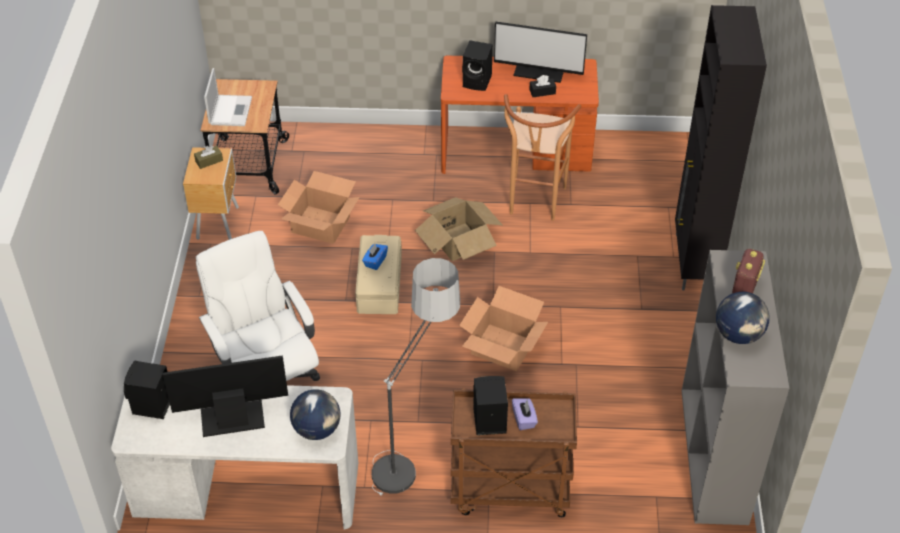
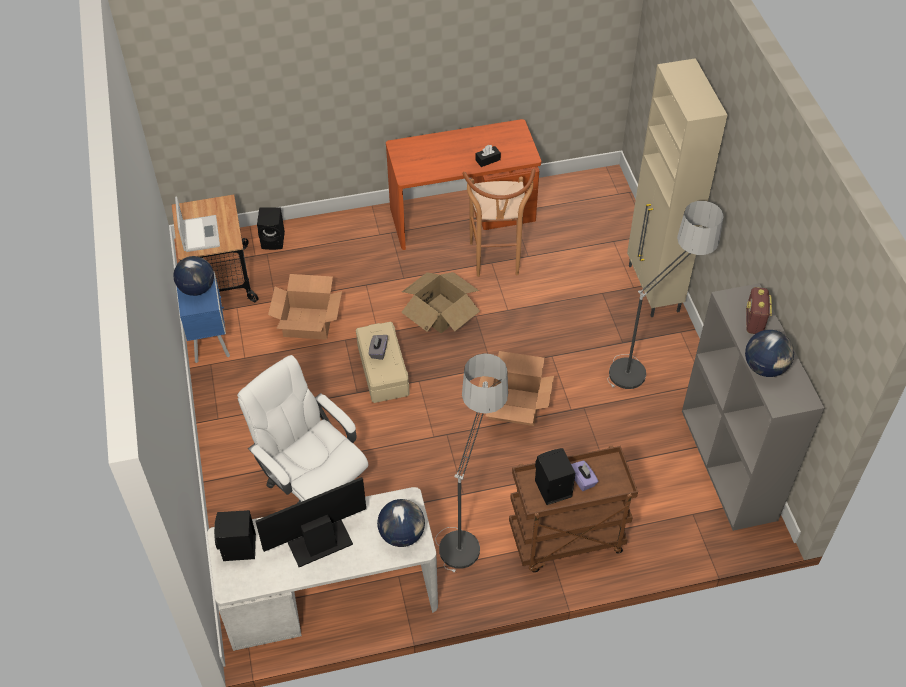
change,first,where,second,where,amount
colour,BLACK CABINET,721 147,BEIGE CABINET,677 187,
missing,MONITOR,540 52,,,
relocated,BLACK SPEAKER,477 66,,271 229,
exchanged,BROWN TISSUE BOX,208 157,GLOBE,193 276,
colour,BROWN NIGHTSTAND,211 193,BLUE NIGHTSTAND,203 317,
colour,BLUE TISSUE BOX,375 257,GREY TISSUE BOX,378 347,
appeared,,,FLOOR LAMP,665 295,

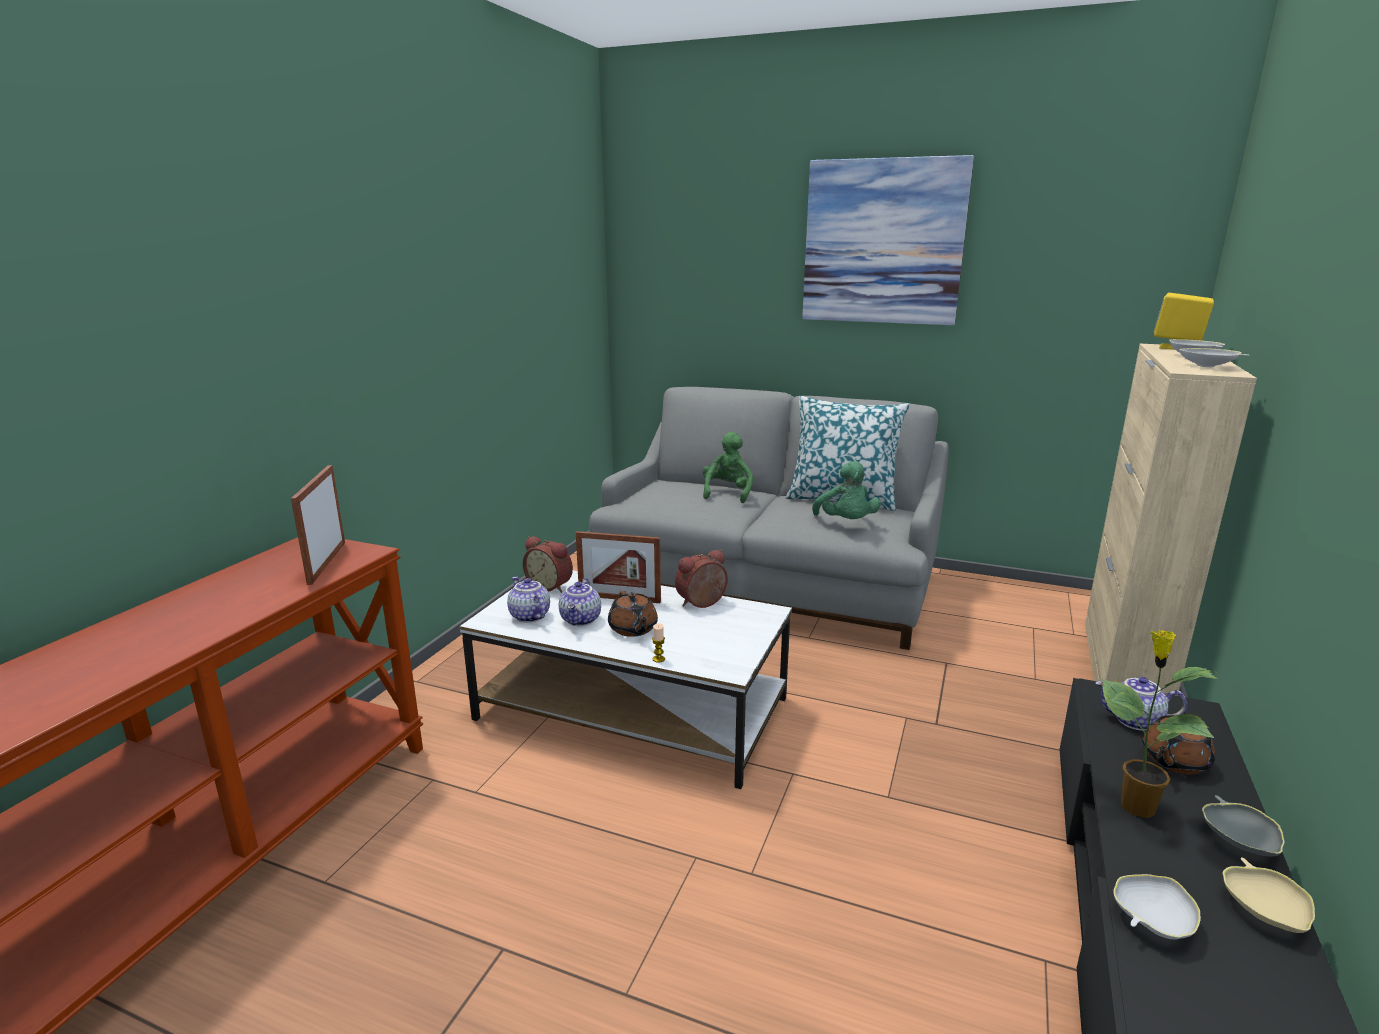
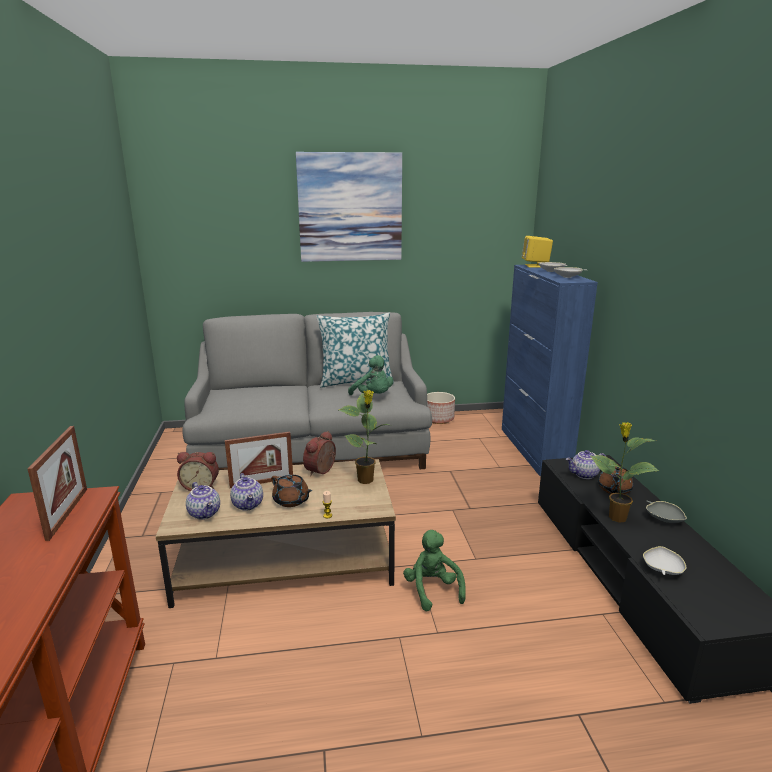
change,first,where,second,where,amount
colour,BEIGE CABINET,1171 520,BLUE CABINET,550 370,
relocated,GREEN PLUSH TOY,727 467,,434 571,
spun,PICTURE FRAME,318 525,,57 483,150 degrees counterclockwise
colour,WHITE COFFEE TABLE,626 679,BROWN COFFEE TABLE,276 533,
spun,TEAPOT,528 600,,203 500,150 degrees counterclockwise
missing,BEIGE BOWL,1269 895,,,
appeared,,,POTTED PLANT,364 437,
appeared,,,PLANTER,441 408,

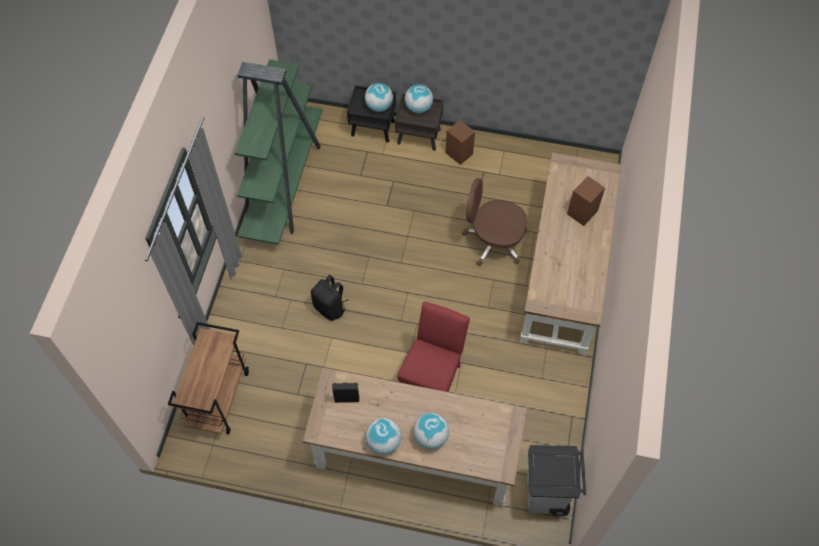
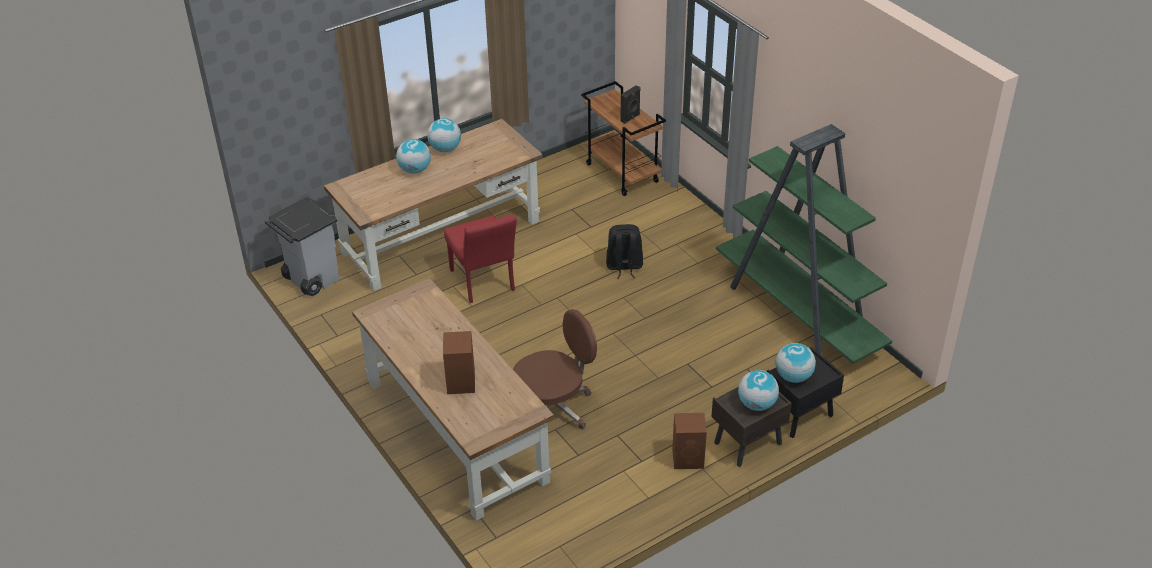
change,first,where,second,where,amount
relocated,BLACK SPEAKER,346 393,,630 104,

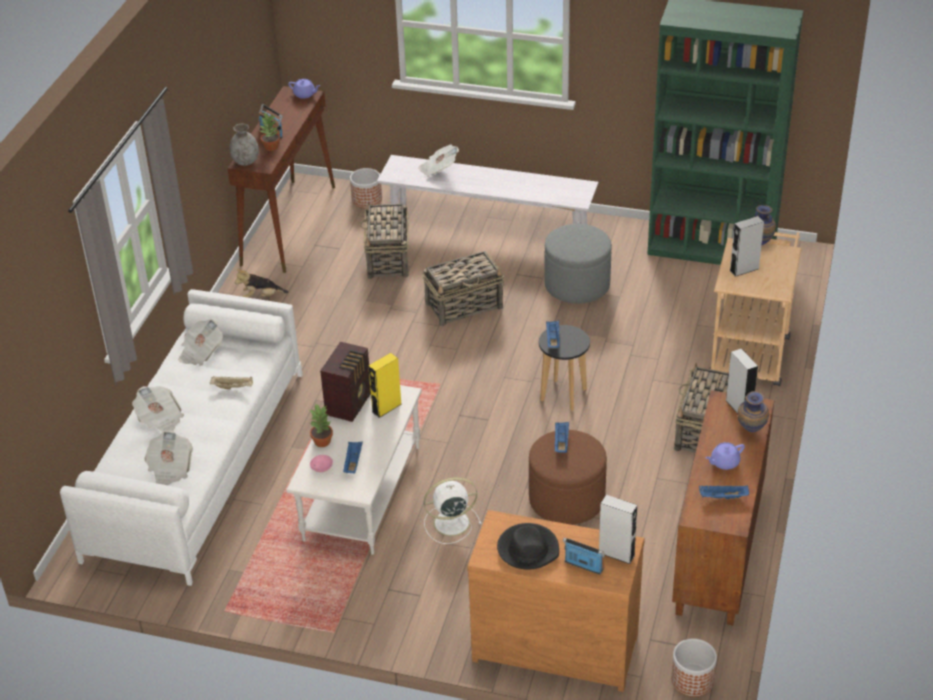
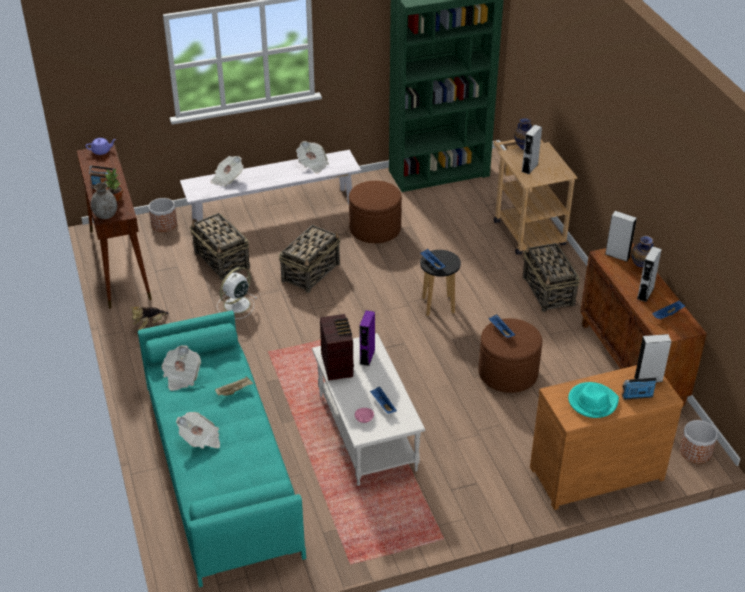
change,first,where,second,where,amount
colour,GREY OTTOMAN,578 264,BROWN OTTOMAN,375 212,
colour,WHITE SOFA,181 437,TURQUOISE SOFA,222 449,
colour,YELLOW SPEAKER,385 385,PURPLE SPEAKER,367 338,
missing,POTTED PLANT,321 425,,,
relocated,NEWSPAPER,168 457,,312 157,
exchanged,PURPLE TEAPOT,725 456,GREY SPEAKER,649 274,
relocated,WHITE FAN,453 510,,237 293,
colour,BLACK HAT,528 546,TURQUOISE HAT,593 400,

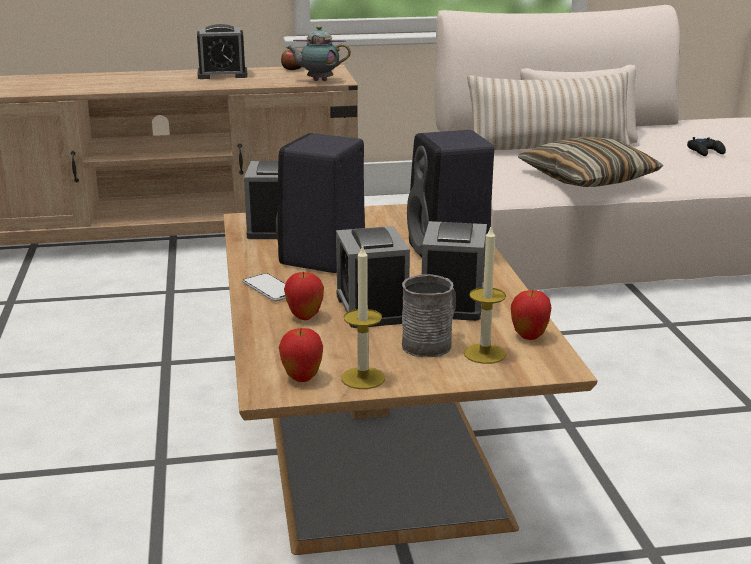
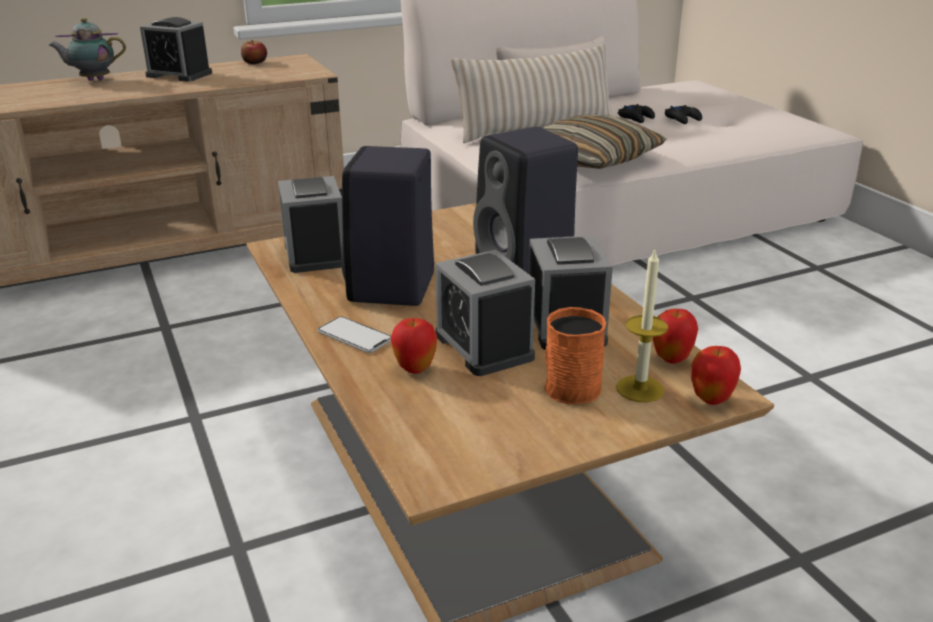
change,first,where,second,where,amount
spun,ALARM CLOCK,222 51,,176 49,45 degrees clockwise
relocated,TEAPOT,318 53,,87 49,
missing,CANDLE,363 316,,,
colour,GREY MUG,429 315,ORANGE MUG,575 355,
relocated,APPLE,301 355,,716 375,
appeared,,,BLACK GAME CONTROLLER,636 113,

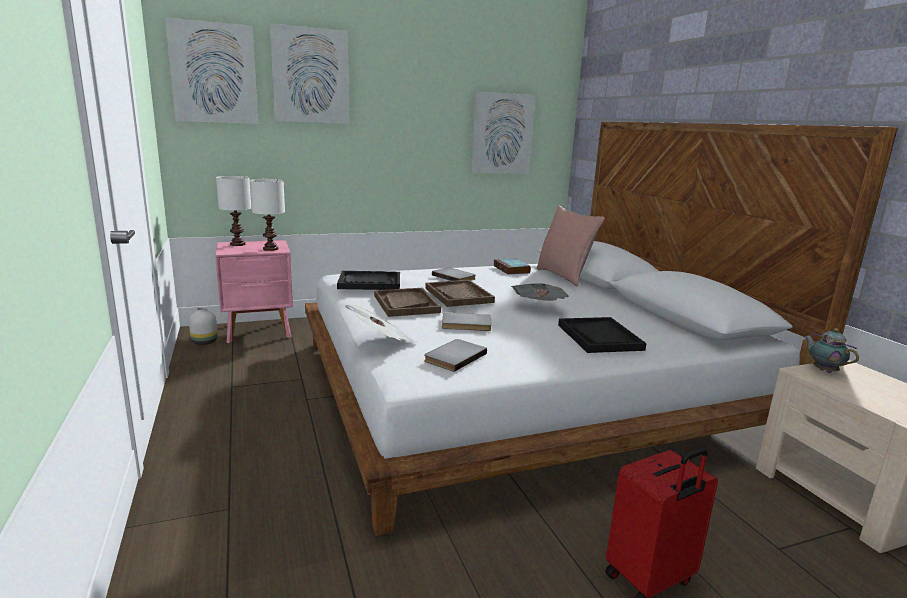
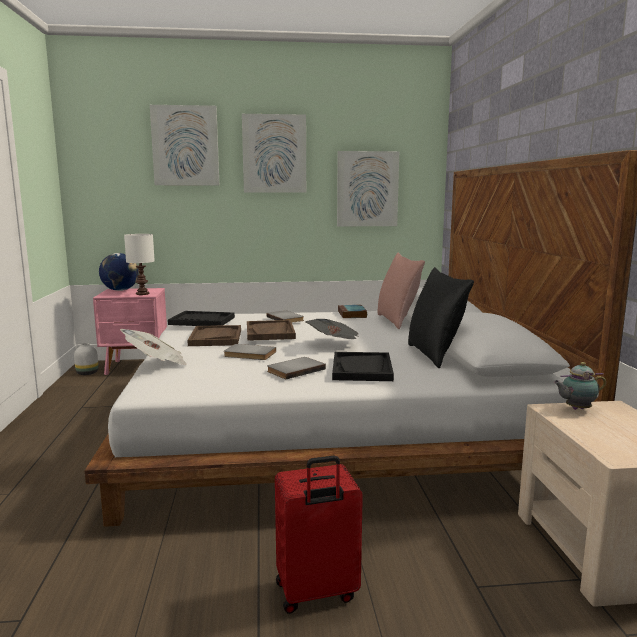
change,first,where,second,where,amount
relocated,PICTURE,212 71,,274 153,
exchanged,WHITE TABLE LAMP,233 211,GLOBE,119 272,
spun,TEAPOT,831 350,,579 386,90 degrees counterclockwise
relocated,GREY BOOK,455 355,,296 368,
appeared,,,BLACK PILLOW,441 317,

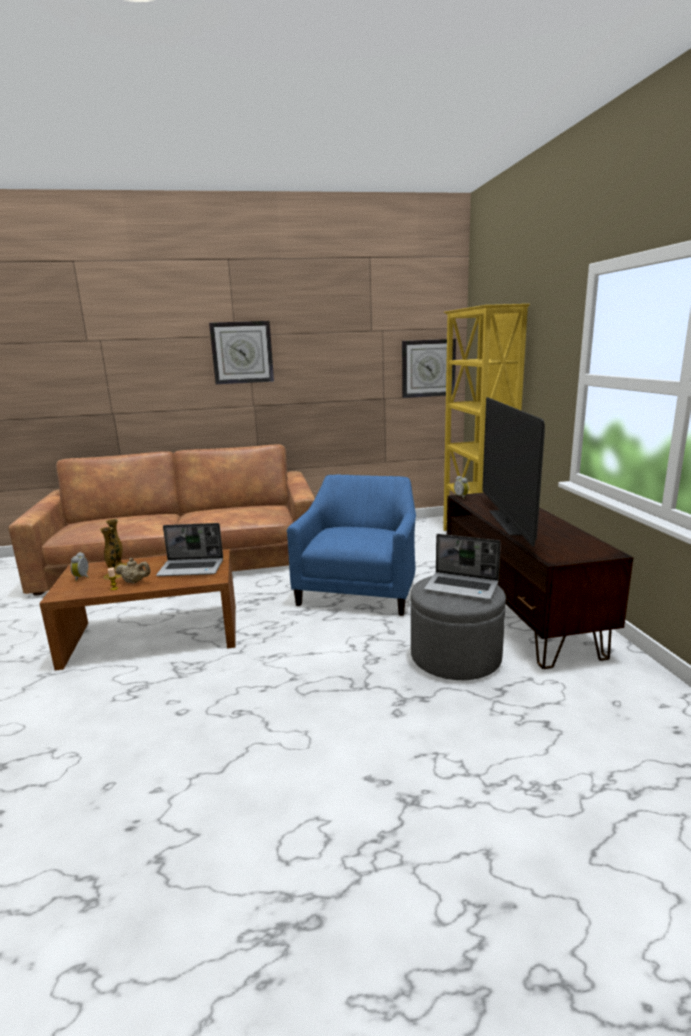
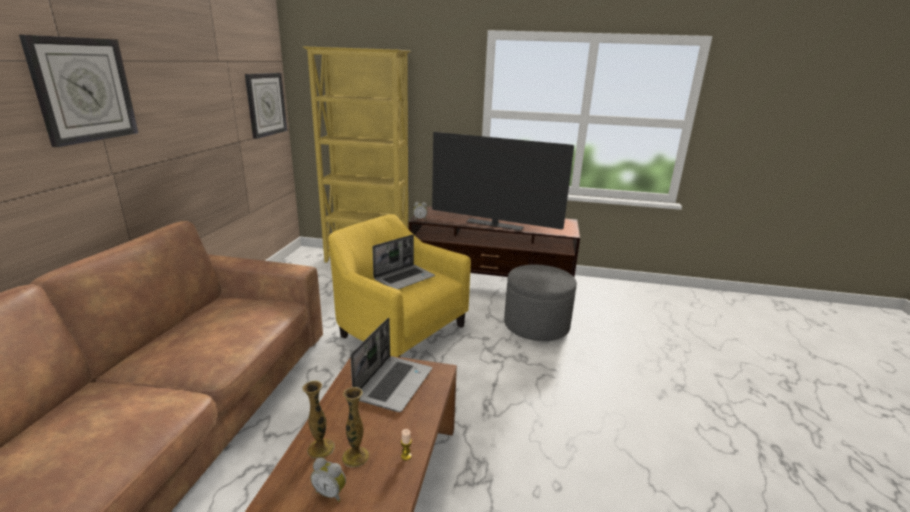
change,first,where,second,where,amount
colour,BLUE ARMCHAIR,351 545,YELLOW ARMCHAIR,399 285,
relocated,LAPTOP,462 567,,403 262,
missing,BEIGE TEAPOT,133 570,,,

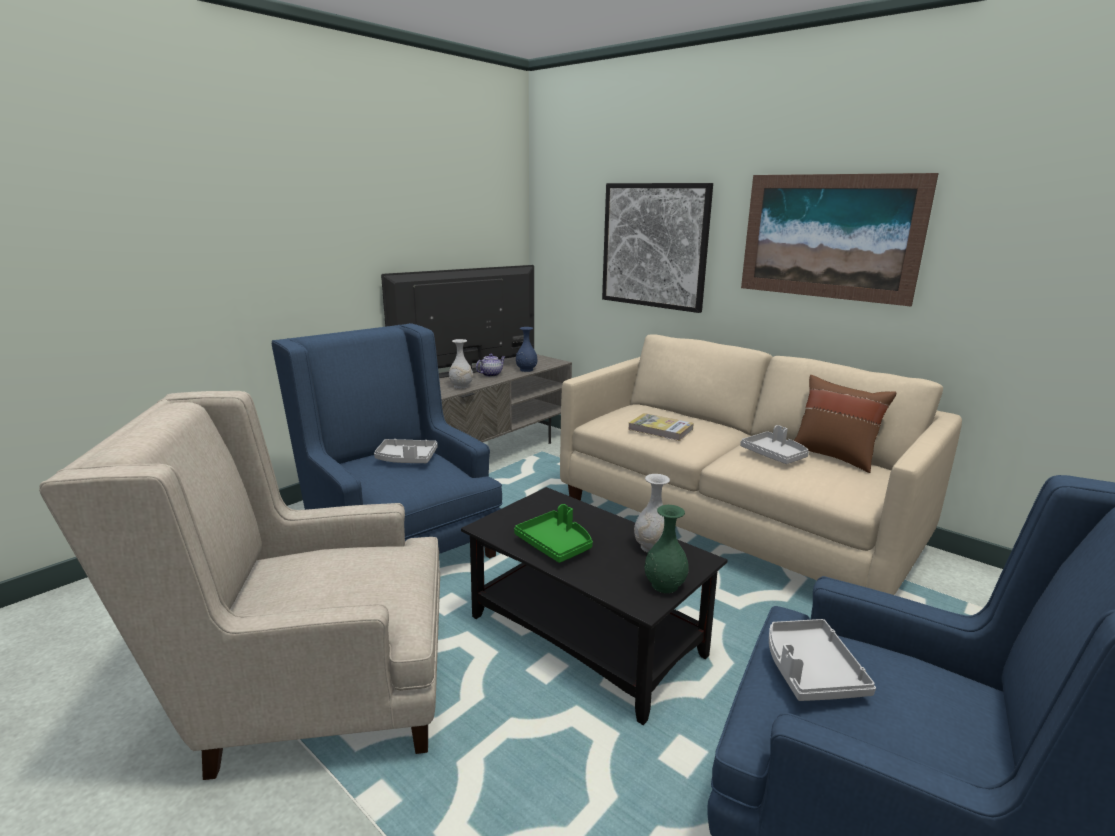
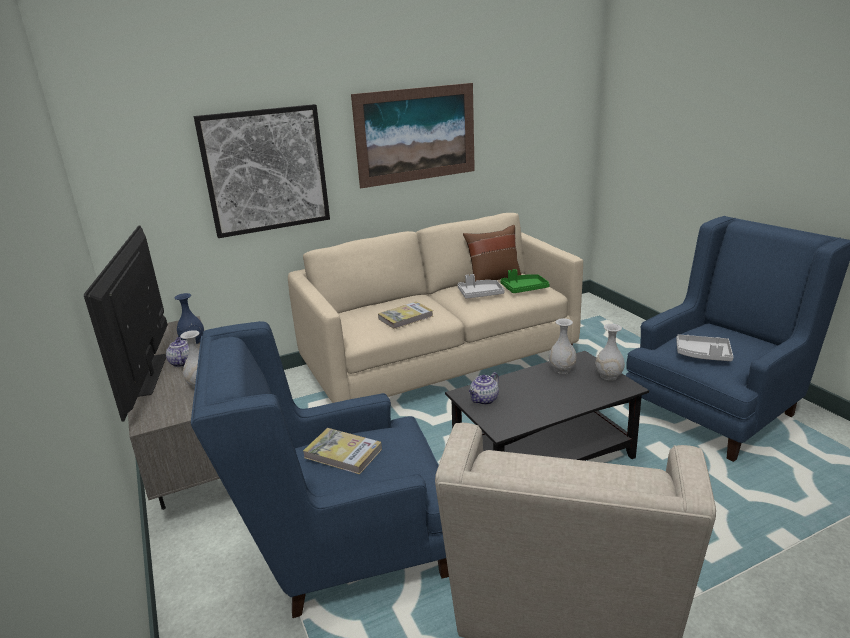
change,first,where,second,where,amount
exchanged,GREY TRAY,406 451,BOOK,342 451,
relocated,GREEN TRAY,553 533,,525 281,
colour,GREEN VASE,667 549,WHITE VASE,610 352,
appeared,,,TEAPOT,484 388,

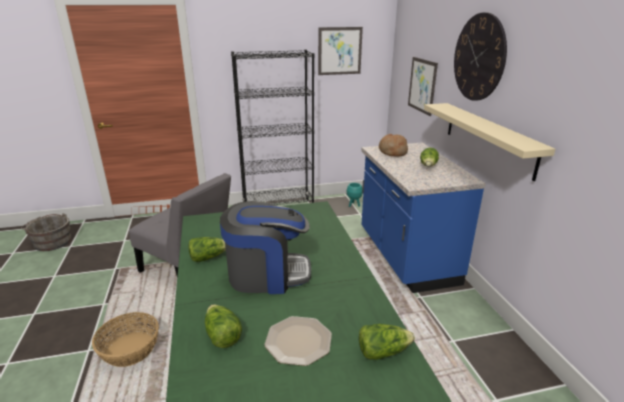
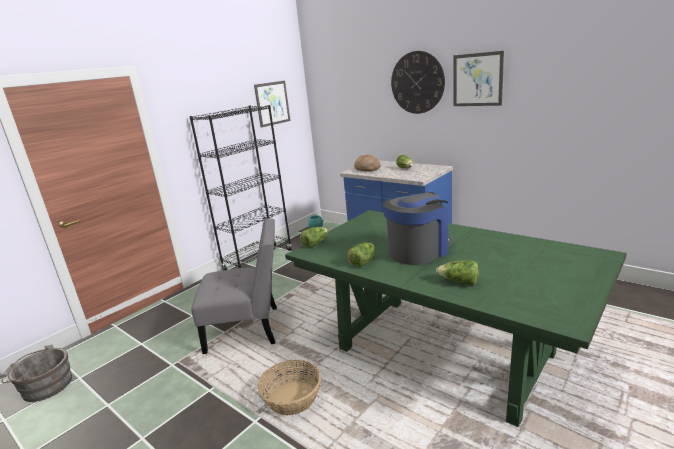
change,first,where,second,where,amount
relocated,PICTURE,423 86,,479 78,
missing,BEIGE SHELF,490 142,,,
missing,PLATE,298 341,,,
relocated,LETTUCE,387 342,,314 237,

